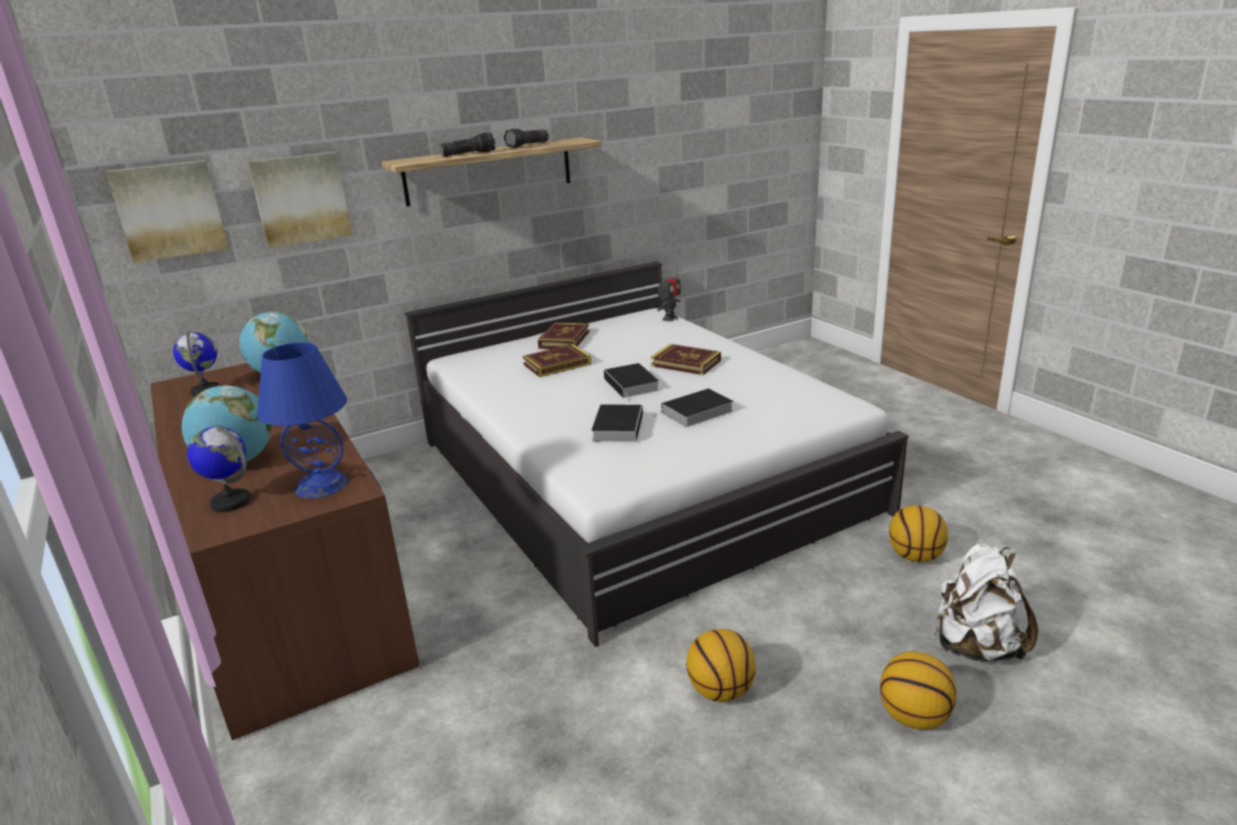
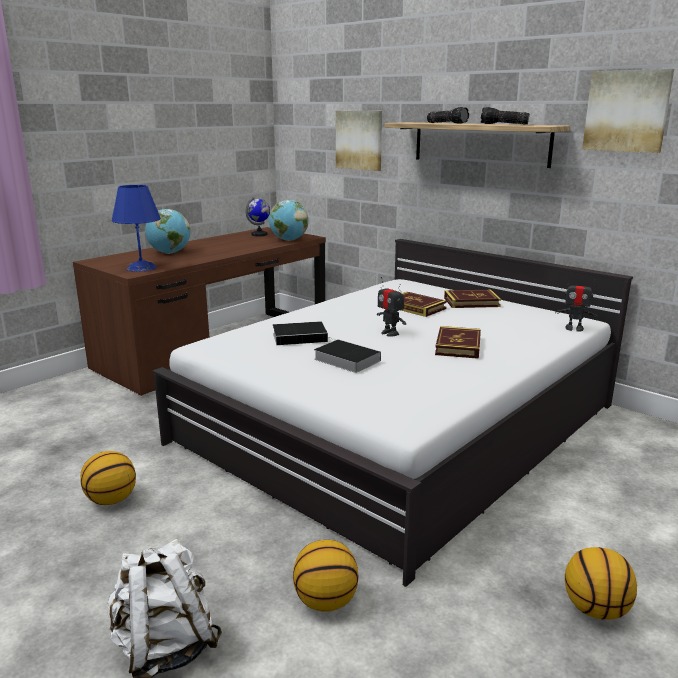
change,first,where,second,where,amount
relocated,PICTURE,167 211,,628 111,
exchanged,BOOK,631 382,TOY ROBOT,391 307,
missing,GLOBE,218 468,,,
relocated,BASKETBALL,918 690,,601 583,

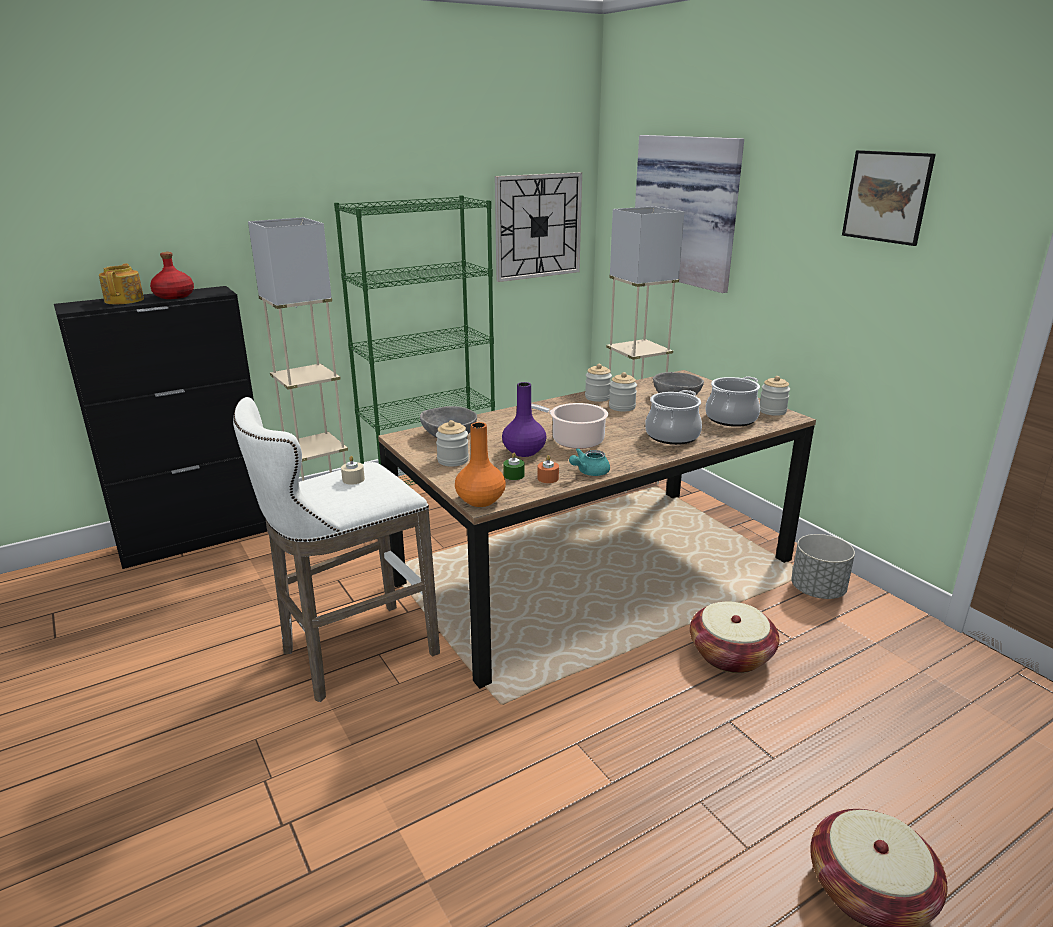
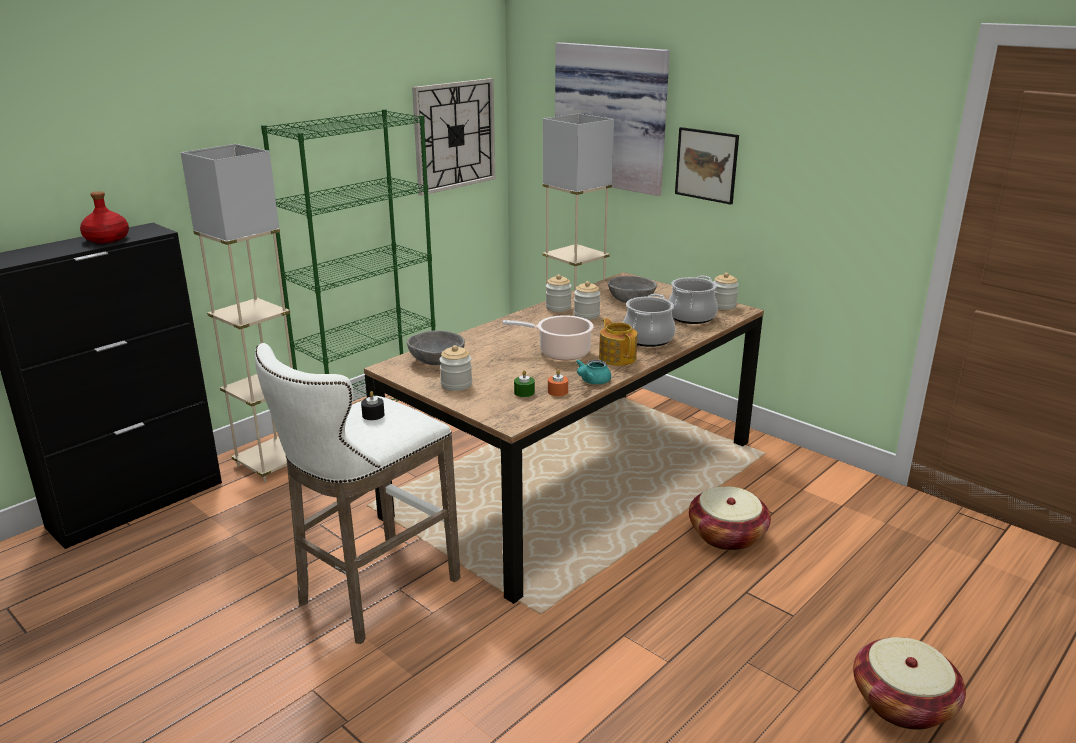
change,first,where,second,where,amount
relocated,PICTURE,889 198,,707 166,
relocated,TEAPOT,121 284,,618 342,
missing,PURPLE VASE,524 419,,,
missing,ORANGE VASE,480 464,,,
colour,BEIGE CANDLE,353 470,BLACK CANDLE,373 405,
missing,GREY PLANTER,823 566,,,

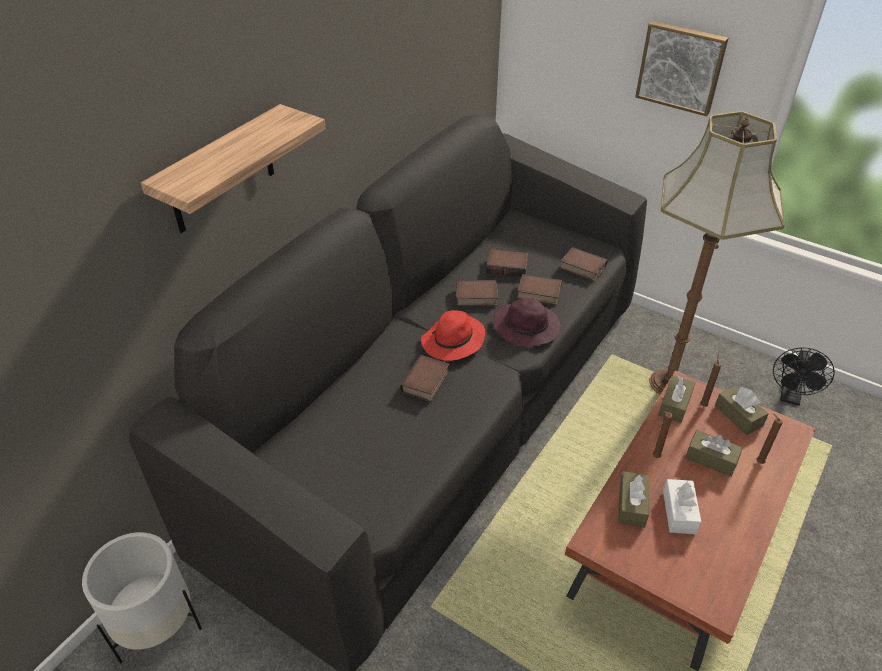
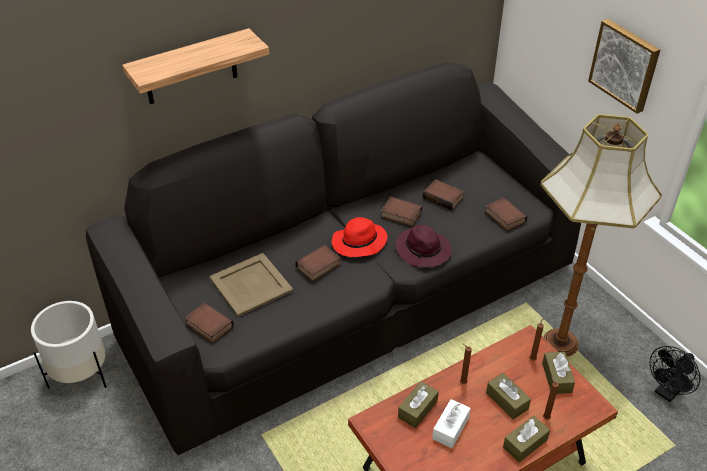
change,first,where,second,where,amount
relocated,BOOK,539 289,,209 322,
relocated,BROWN TISSUE BOX,677 399,,526 439,
appeared,,,BEIGE TRAY,251 285,

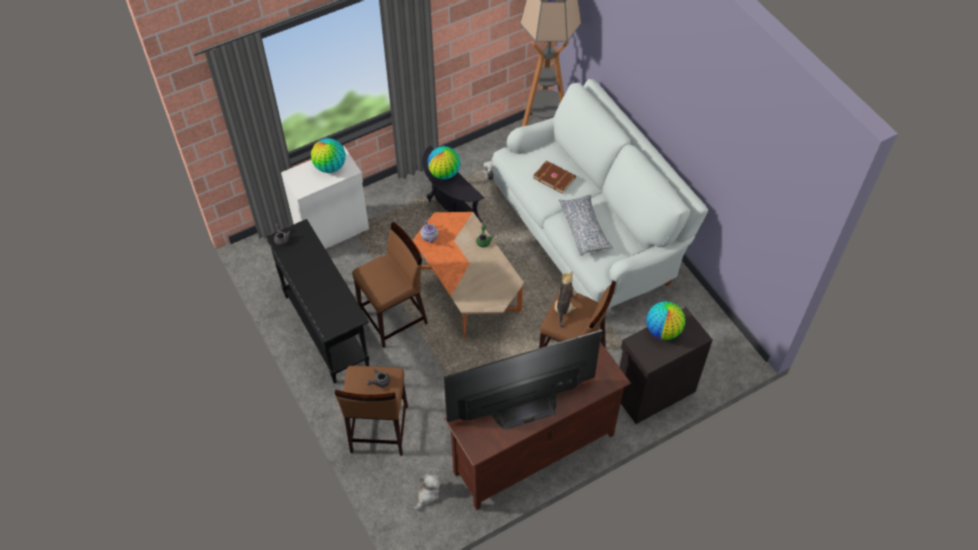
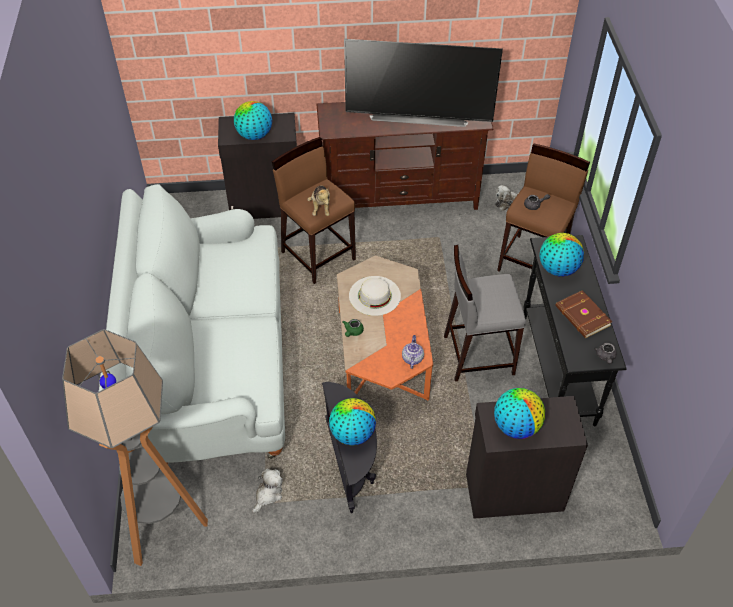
change,first,where,second,where,amount
colour,WHITE CABINET,325 197,BLACK CABINET,527 457,
relocated,BROWN BOOK,554 177,,583 314,
missing,PILLOW,586 225,,,
colour,BROWN STOOL,390 285,GREY STOOL,485 313,
spun,PLUSH TOY,565 299,,318 201,45 degrees counterclockwise
appeared,,,GLOBE,562 255,
appeared,,,WHITE HAT,375 296,

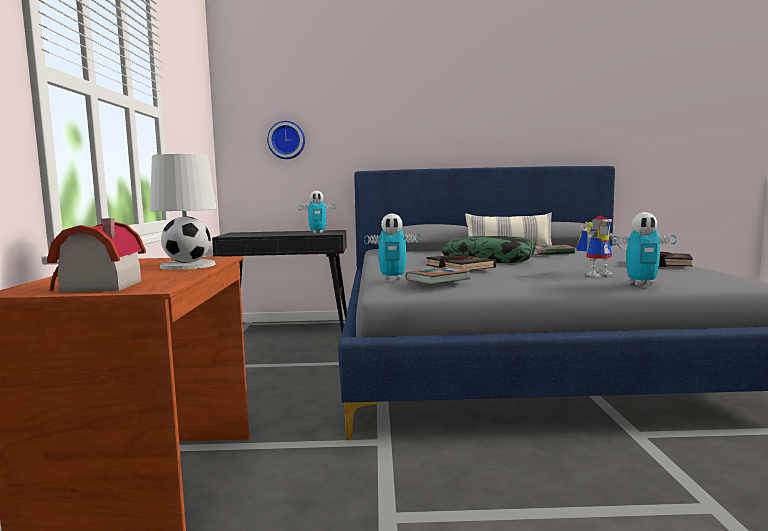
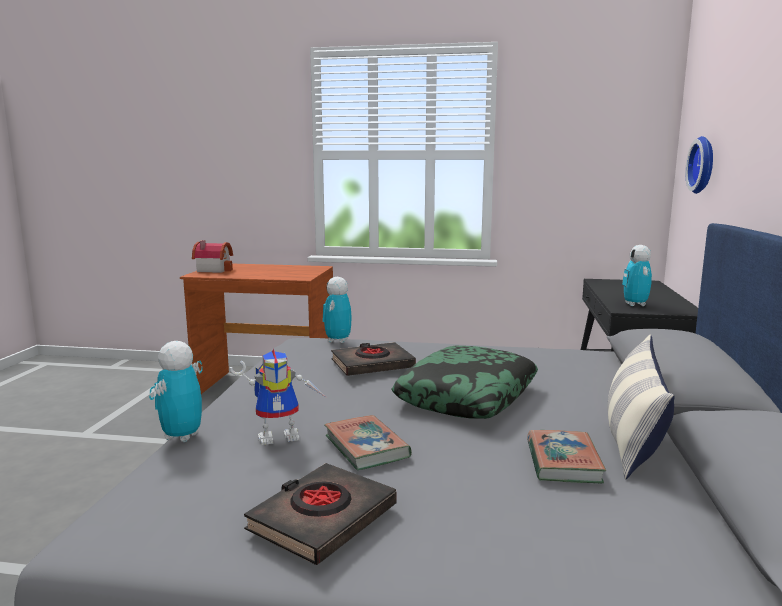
change,first,where,second,where,amount
missing,WHITE TABLE LAMP,183 212,,,
spun,TOY ROBOT,599 246,,278 397,90 degrees counterclockwise
relocated,BOOK,438 276,,368 442,

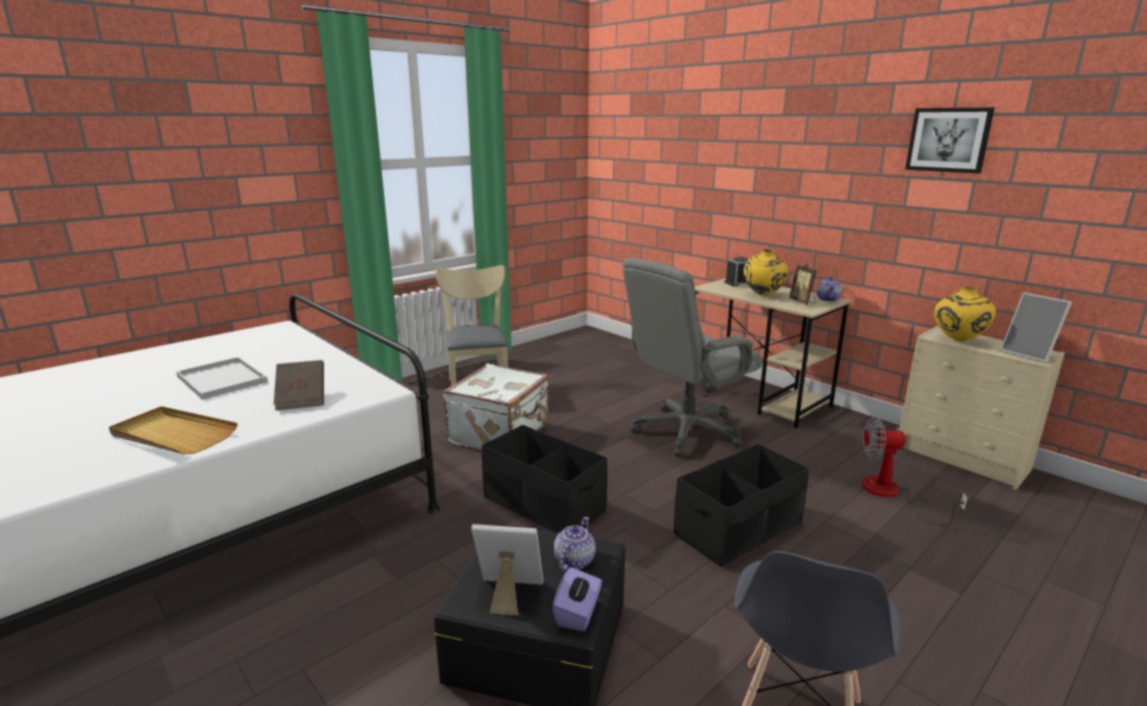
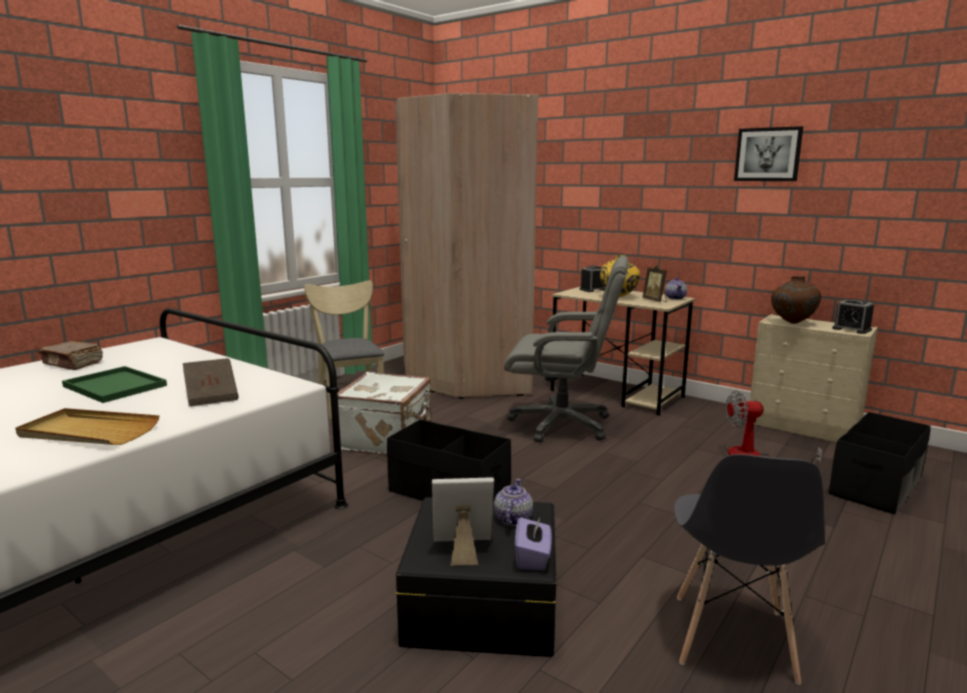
change,first,where,second,where,amount
spun,GREY OFFICE CHAIR,693 357,,566 349,120 degrees counterclockwise
colour,YELLOW VASE,965 314,BROWN VASE,796 300,
exchanged,PICTURE FRAME,1036 328,ALARM CLOCK,853 316,
colour,WHITE TRAY,222 378,GREEN TRAY,114 384,
relocated,BLACK STORAGE BOX,741 505,,880 463,
appeared,,,BEIGE WARDROBE,466 246,
appeared,,,BROWN BOOK,70 355,

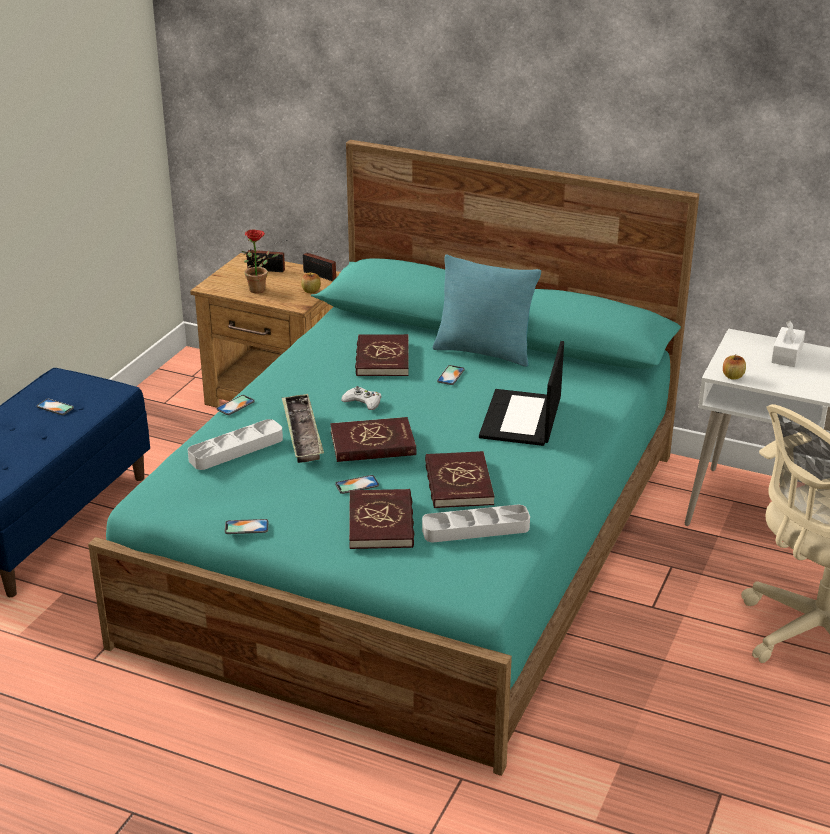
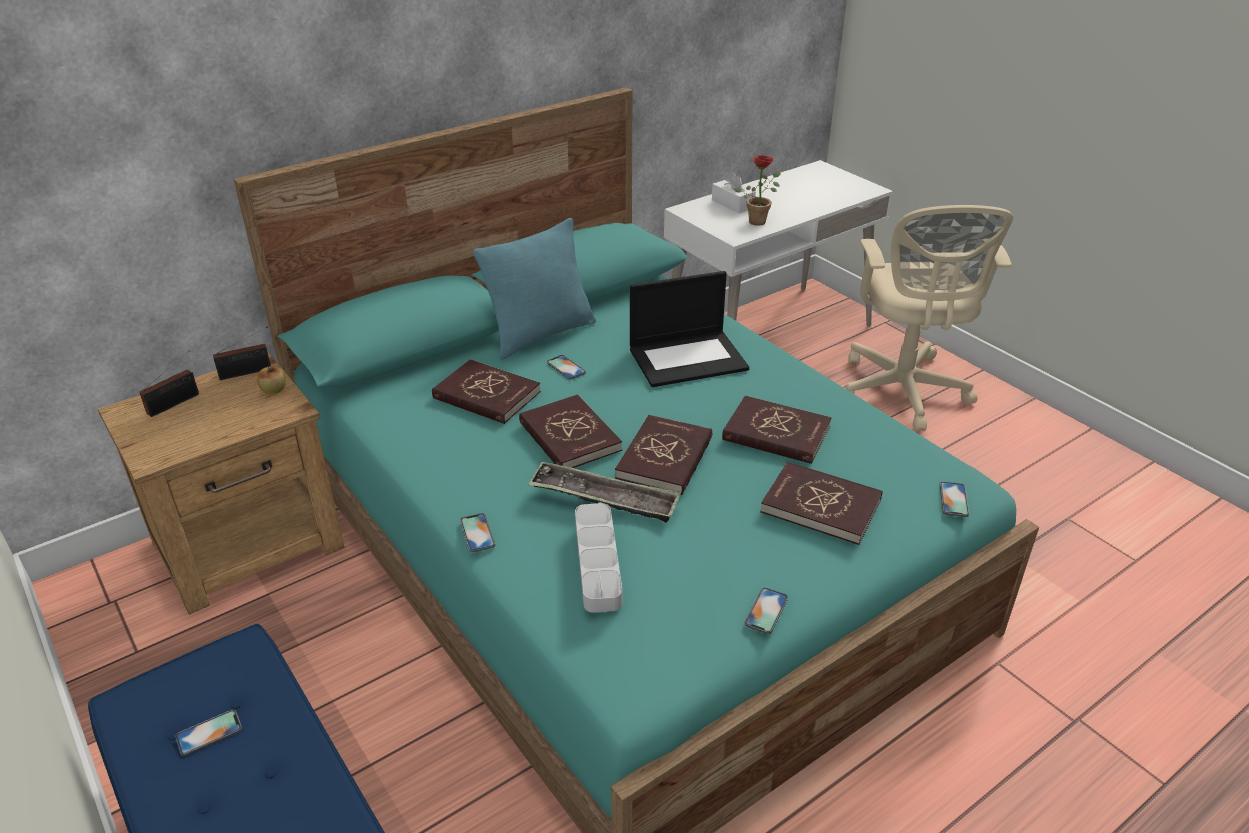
change,first,where,second,where,amount
relocated,POTTED PLANT,260 261,,757 190,
spun,LAPTOP,521 393,,689 329,60 degrees counterclockwise
missing,APPLE,734 367,,,
exchanged,WHITE GAME CONTROLLER,361 398,RED BOOK,570 431,
relocated,PHONE,357 484,,954 499,
missing,GREY TRAY,476 523,,,

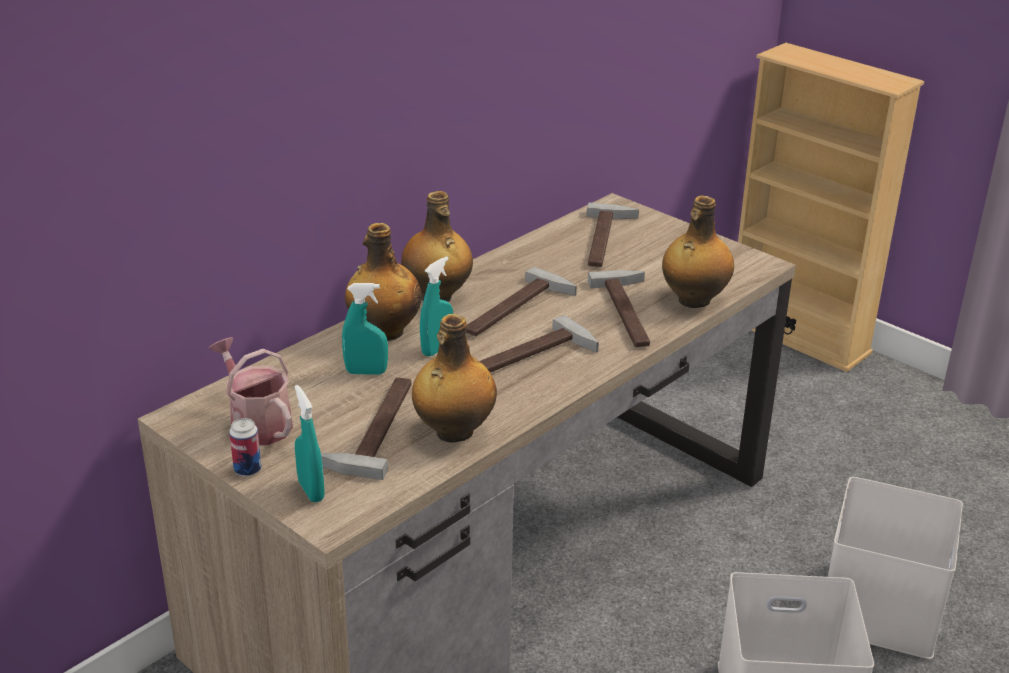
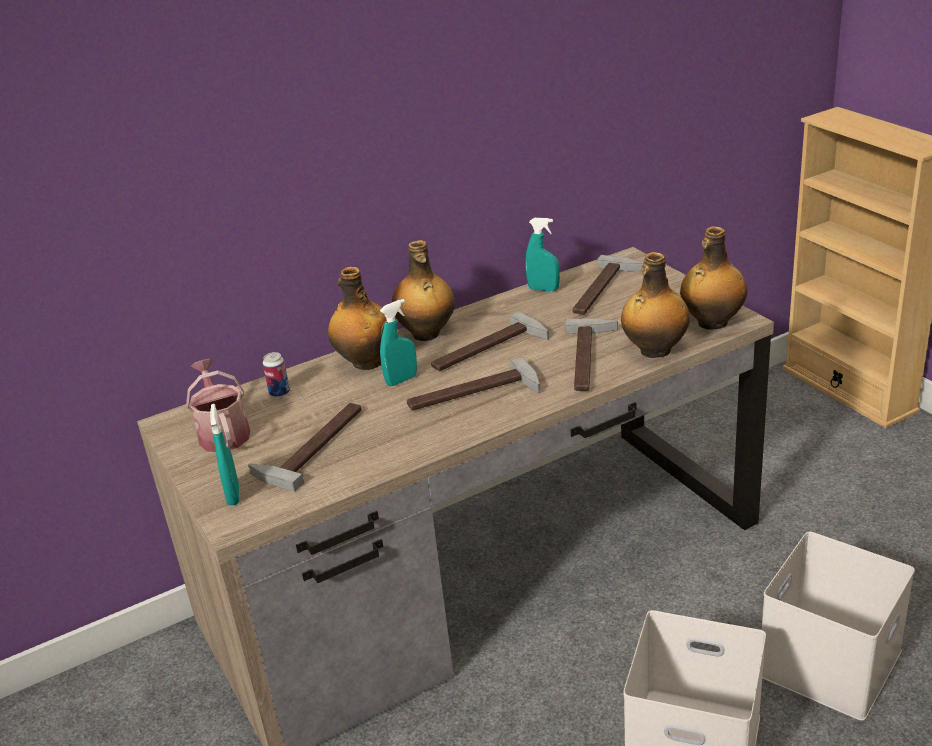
change,first,where,second,where,amount
relocated,TURQUOISE SPRAY BOTTLE,365 329,,542 254,
relocated,BOTTLE,454 378,,713 278,
relocated,CAN,245 447,,276 375,

